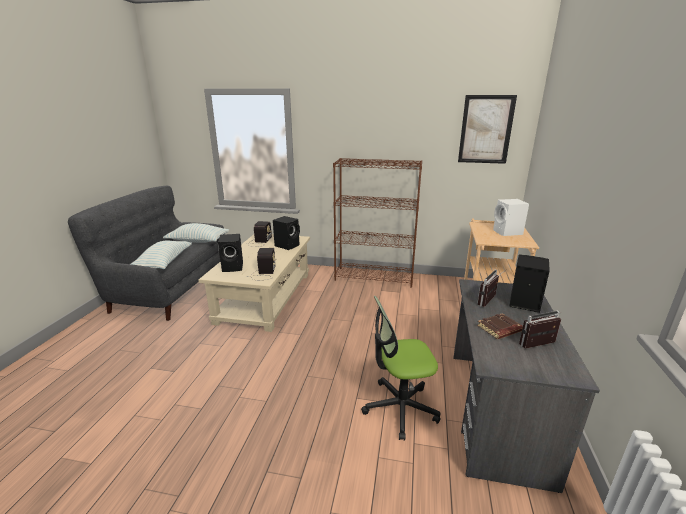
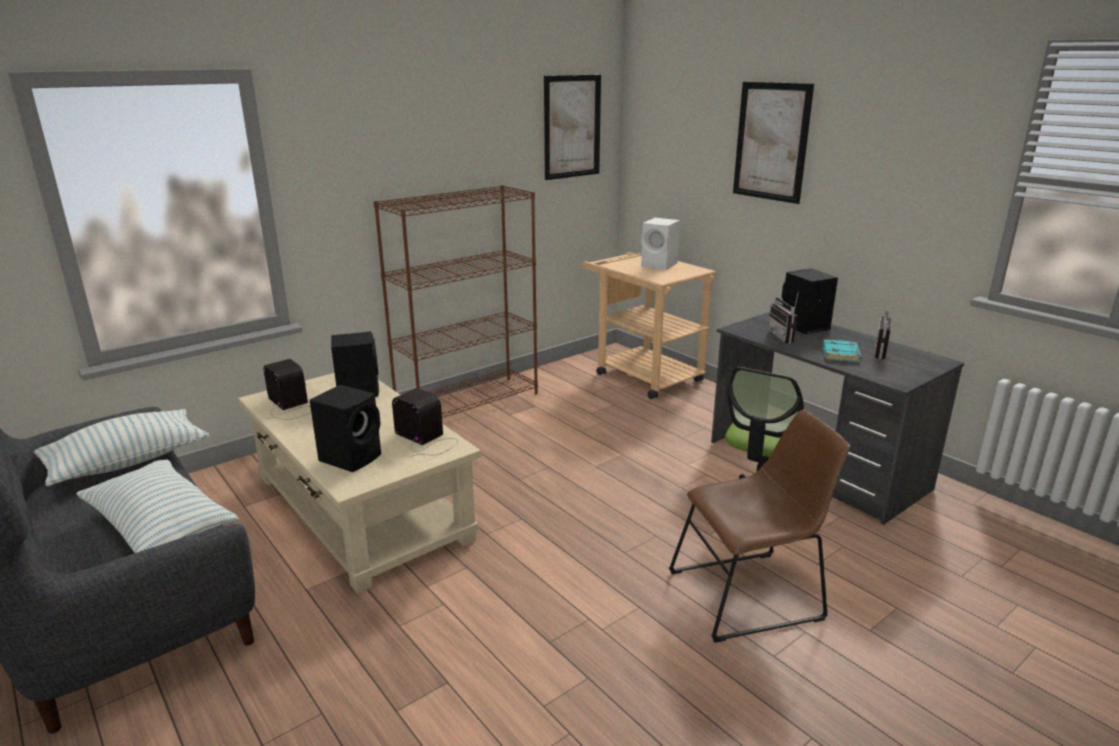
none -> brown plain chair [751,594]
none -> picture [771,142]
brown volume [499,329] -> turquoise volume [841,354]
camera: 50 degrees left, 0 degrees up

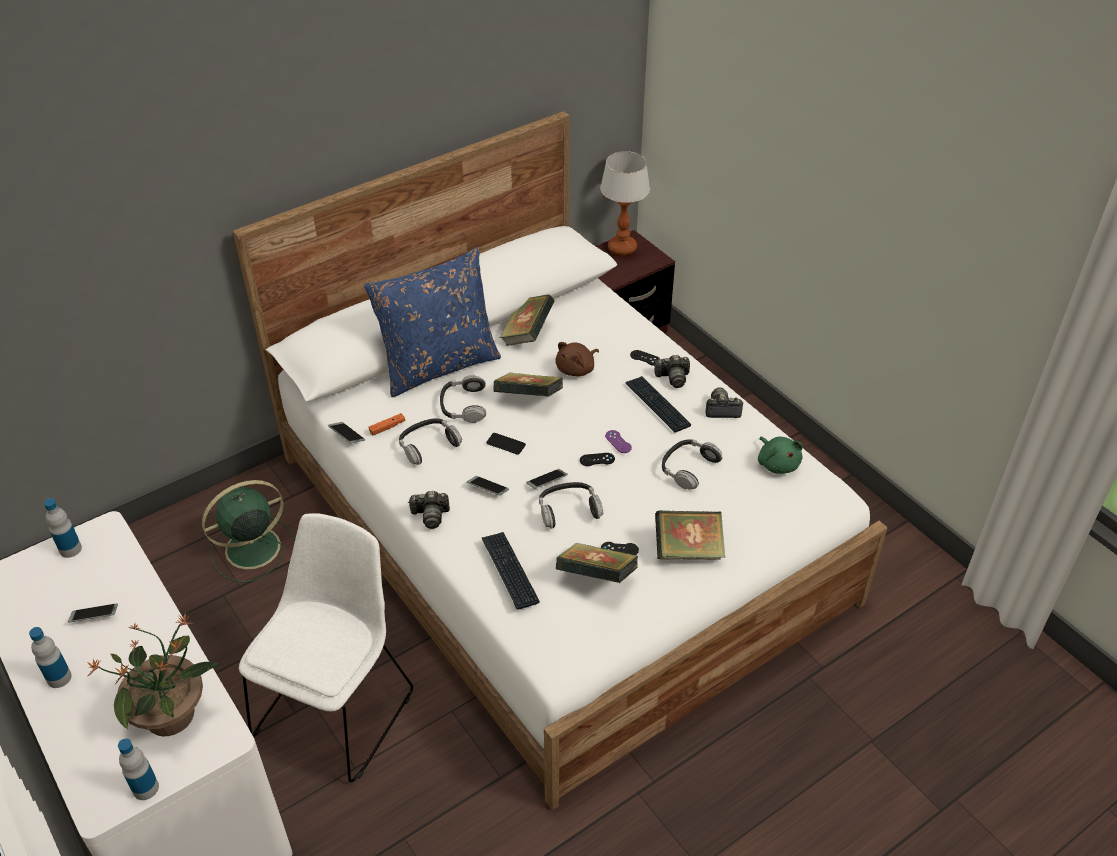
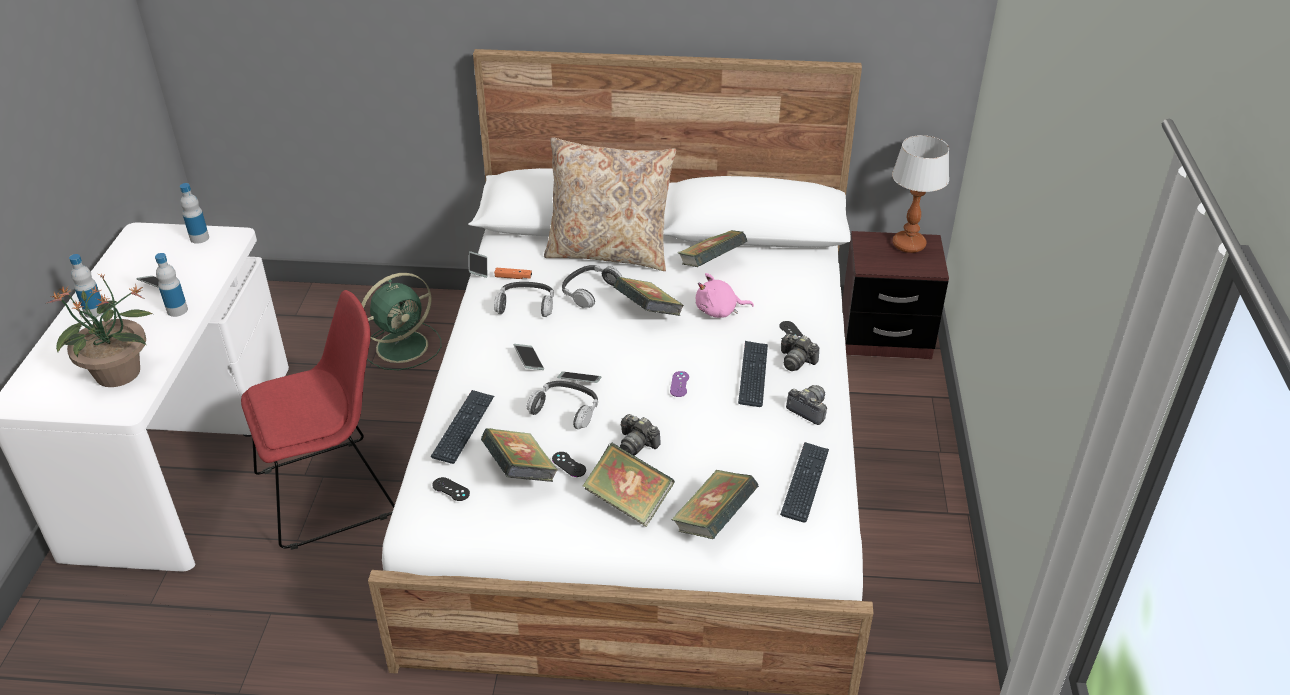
bottle [145,788] -> bottle [177,310], relocated
white-coloured plain chair [336,709] -> red plain chair [332,491]
greenish fan [250,549] -> greenish fan [404,345], 135 degrees clockwise
black-coloured joypad [597,459] -> black-coloured joypad [451,489], relocated
blue-coloured pillow [438,365] -> sand-coloured pillow [609,252]
photo camera [430,515] -> photo camera [637,444], relocated
none -> volume [713,521]
brown plush toy [577,369] -> pinkish plush toy [719,311]
greenish plush toy [777,463] -> PC keyboard [805,482]
phone [506,444] -> none
pair of headphones [688,468] -> none
camera: 40 degrees right, 5 degrees down

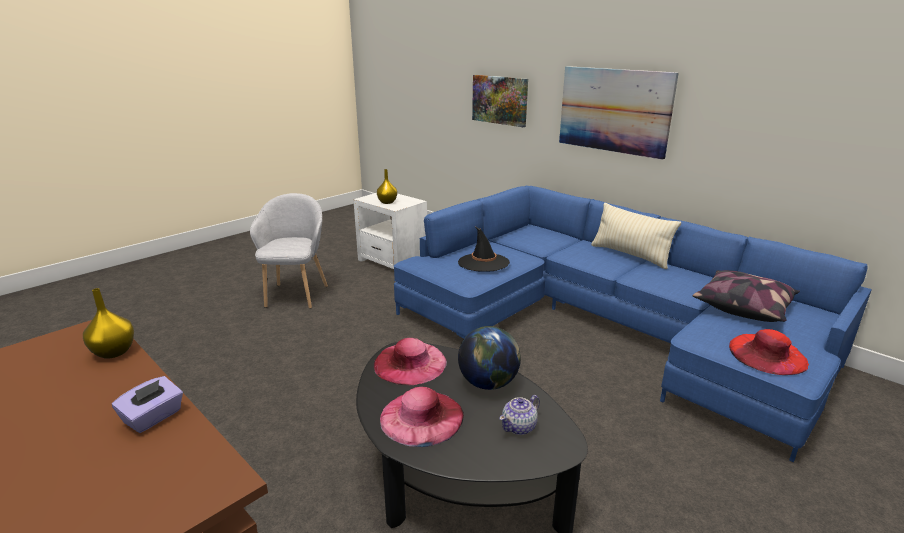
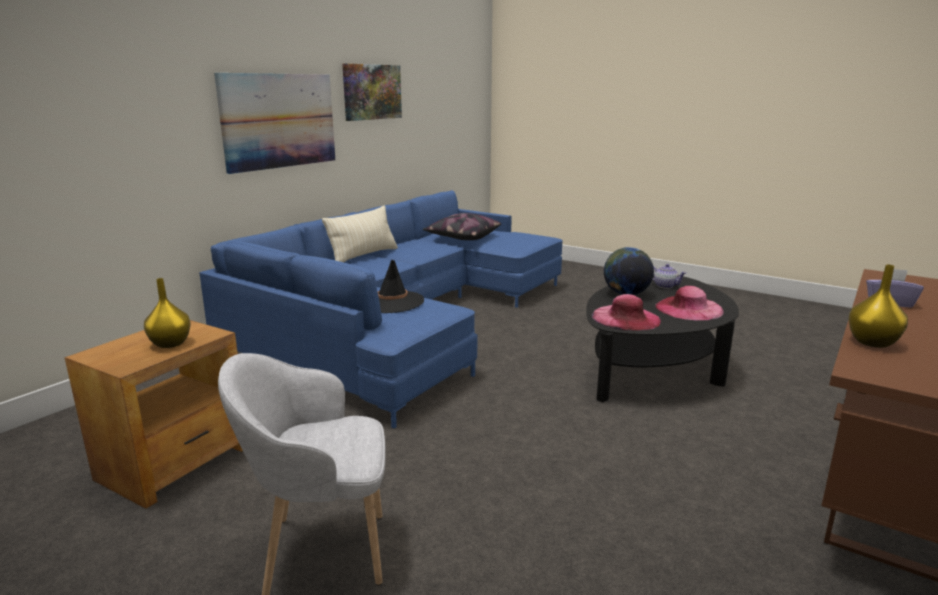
white-coloured end table [392,261] -> brown end table [176,462]
picture [500,100] -> picture [372,92], relocated
red wearable hat [767,354] -> none
camera: 100 degrees left, 5 degrees down

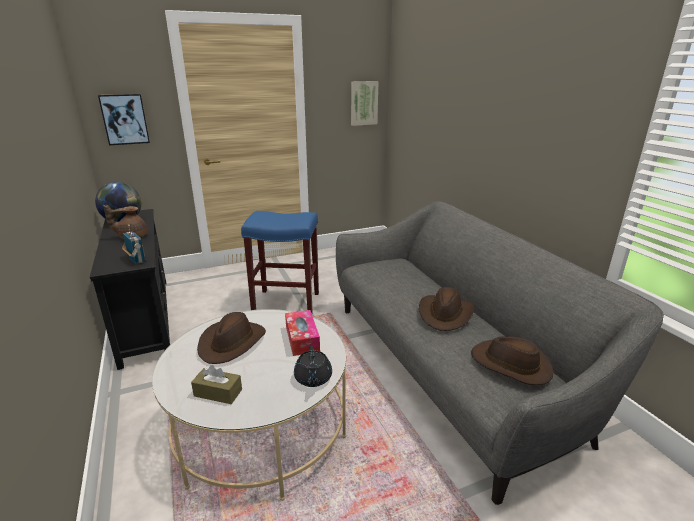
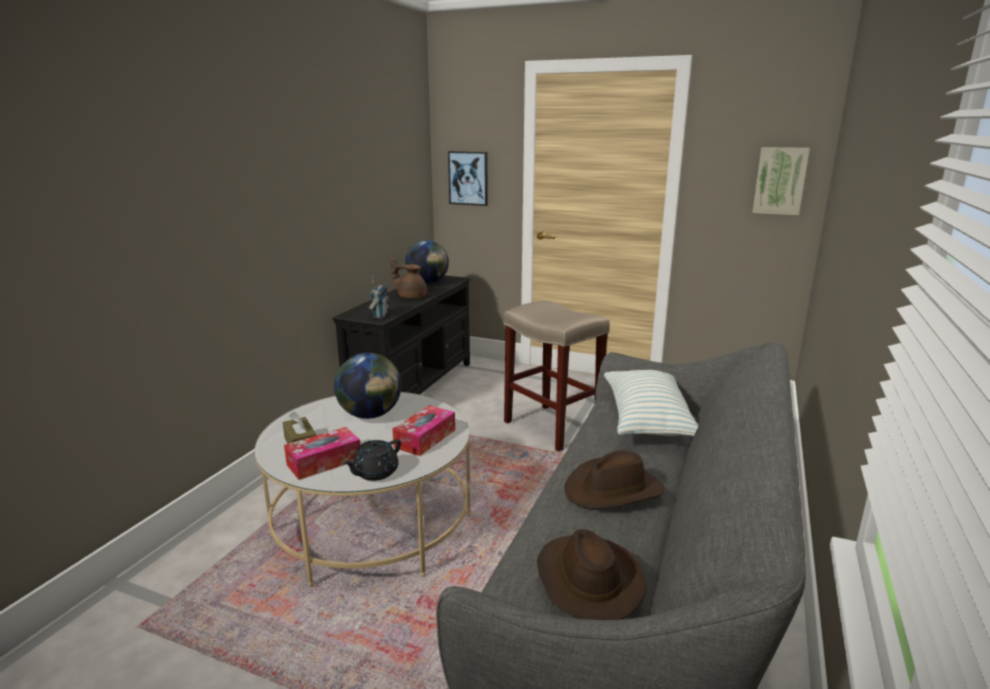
none -> tissue holder [324,462]
brown wearable hat [232,343] -> globe [370,415]
blue-coloured stool seat [287,302] -> sand-coloured stool seat [553,427]
none -> pillow [647,420]
camera: 45 degrees right, 5 degrees down

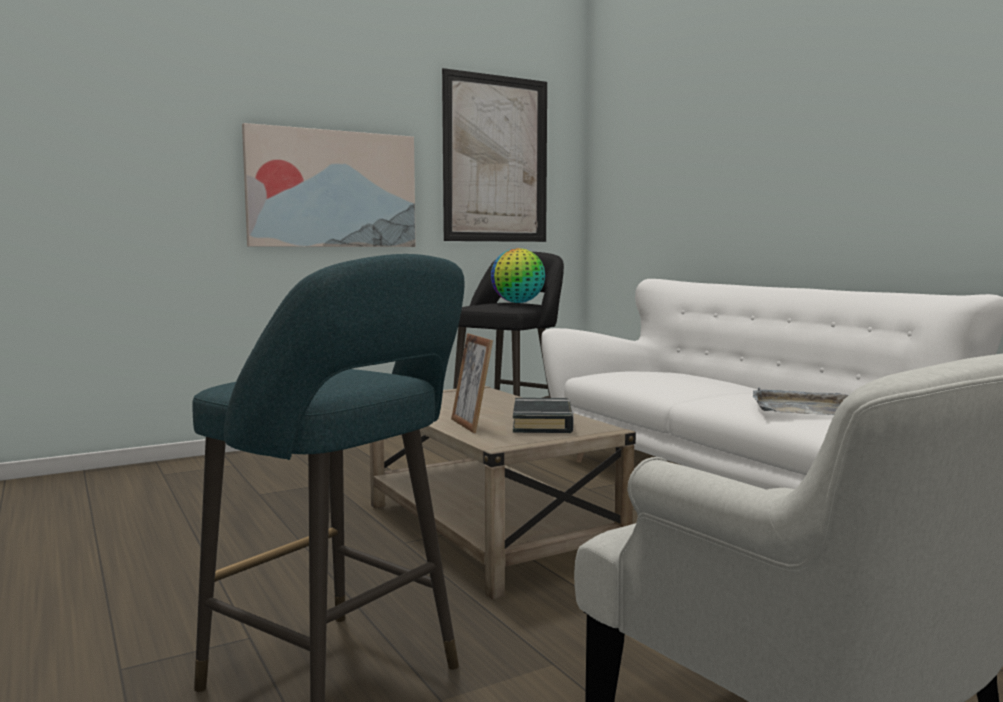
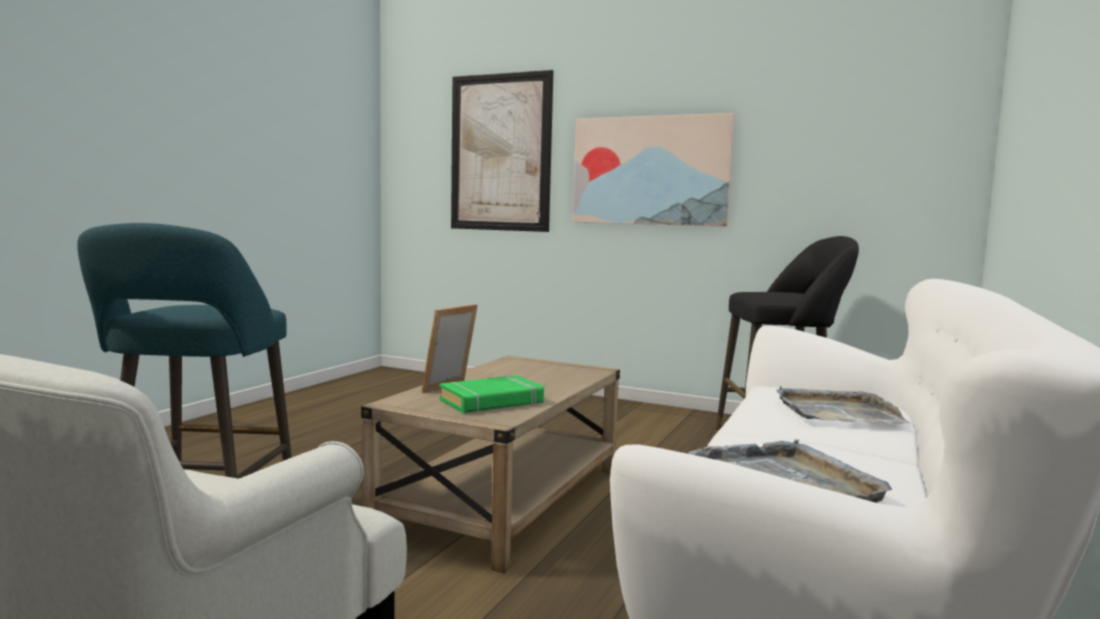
black-coloured volume [542,423] -> greenish volume [492,402]
picture [496,159] -> picture [500,153], relocated
none -> grey tray [836,412]
globe [518,303] -> none
camera: 55 degrees right, 0 degrees up

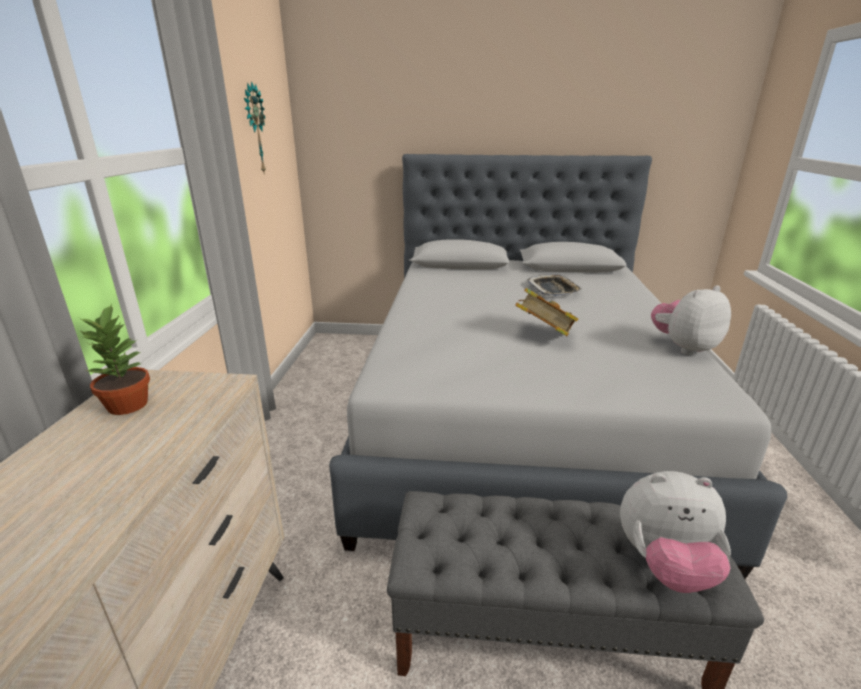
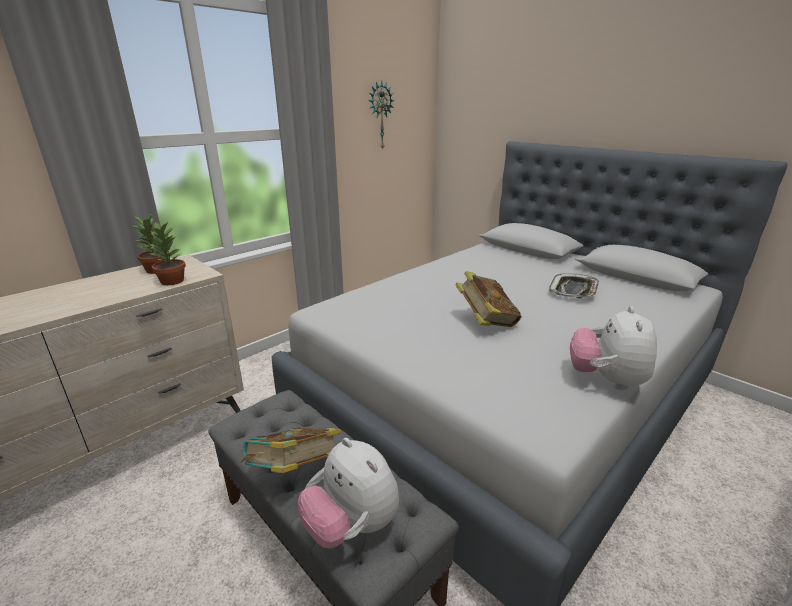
none -> potted plant [172,281]
none -> volume [295,472]
plush toy [683,347] -> plush toy [606,380], 90 degrees counterclockwise
camera: 40 degrees right, 0 degrees up

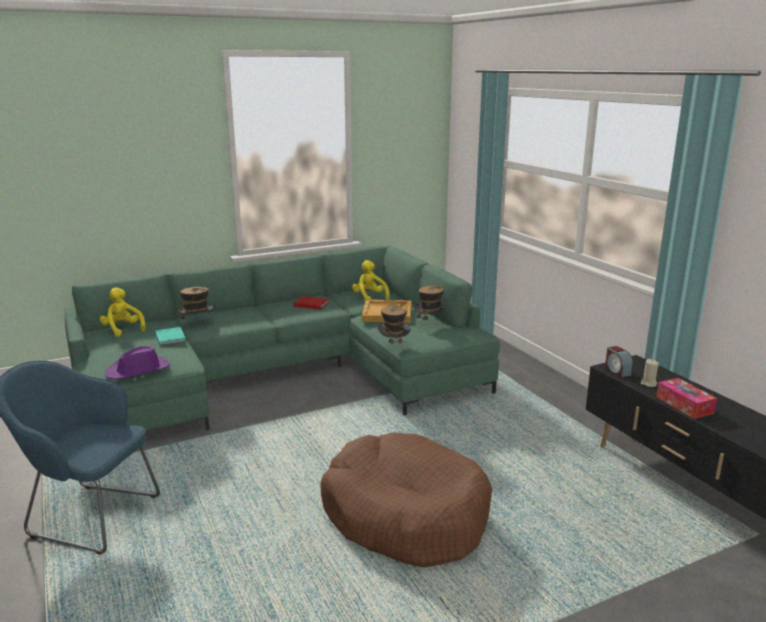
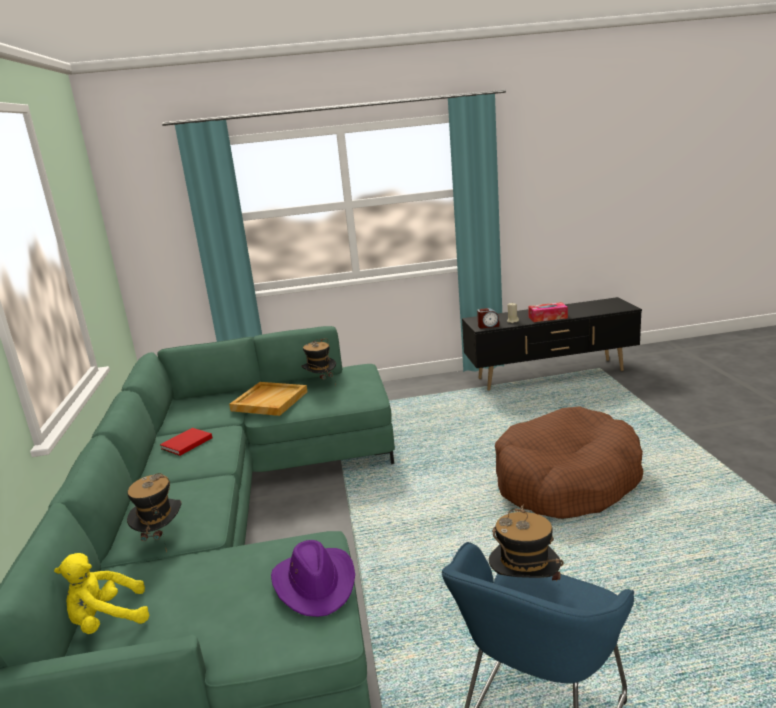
wearable hat [393,347] -> wearable hat [525,589], relocated
turquoise volume [171,337] -> none
yellowish plush toy [369,297] -> none
camera: 70 degrees left, 0 degrees up

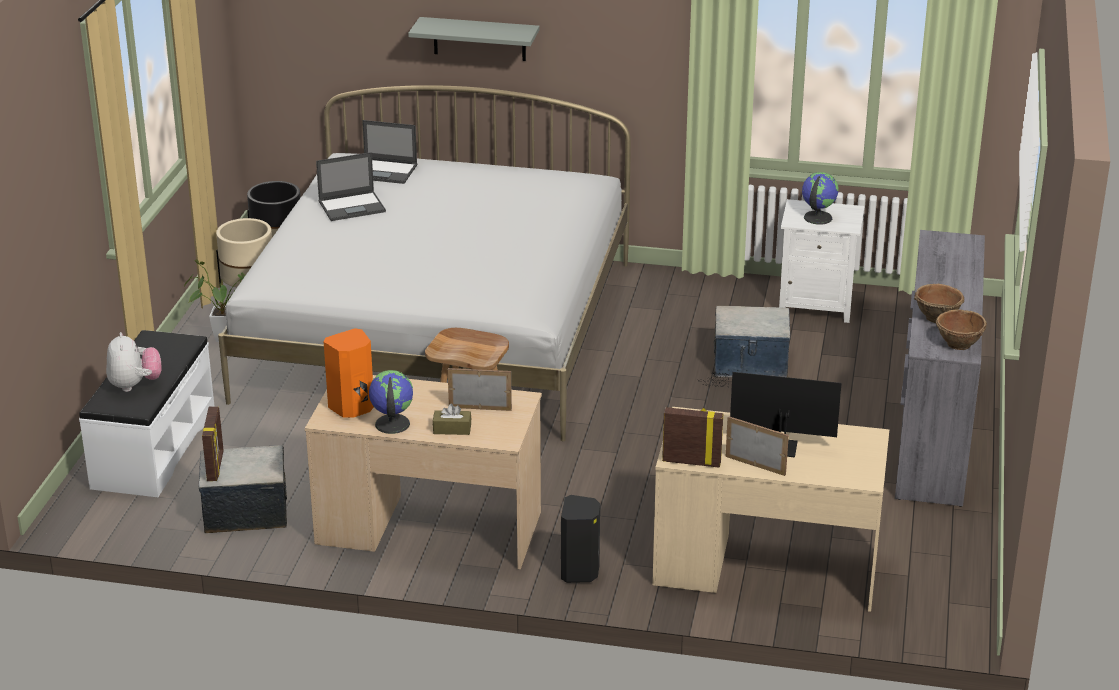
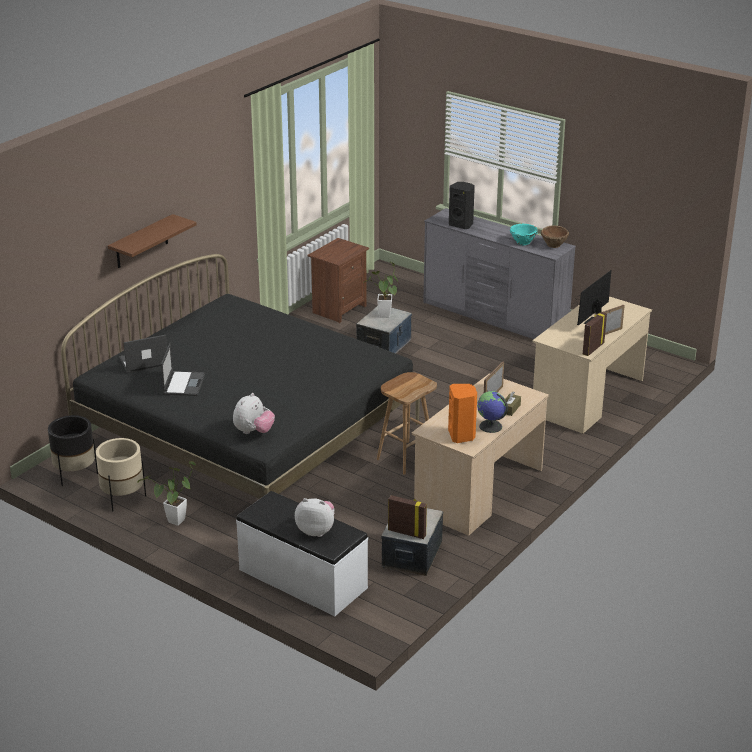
white-coloured bed [439,330] -> black-coloured bed [248,435]
grey wall shelf [479,39] -> brown wall shelf [141,242]
laptop [385,171] -> laptop [143,361], 150 degrees counterclockwise
none -> plush toy [253,432]
white-coloured bedside table [816,305] -> brown bedside table [338,309]
none -> potted plant [384,317]
black-coloured audio speaker [580,572] -> black-coloured audio speaker [461,224], relocated
brown serving bowl [936,317] -> turquoise serving bowl [522,242]
globe [817,217] -> none
camera: 65 degrees left, 0 degrees up

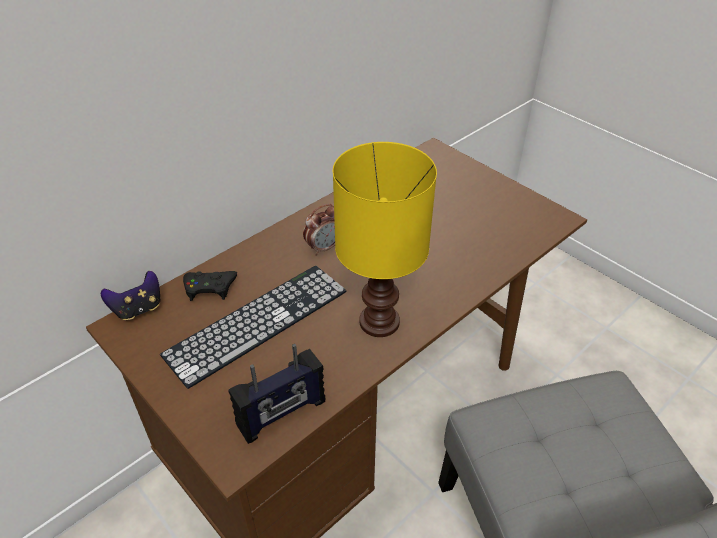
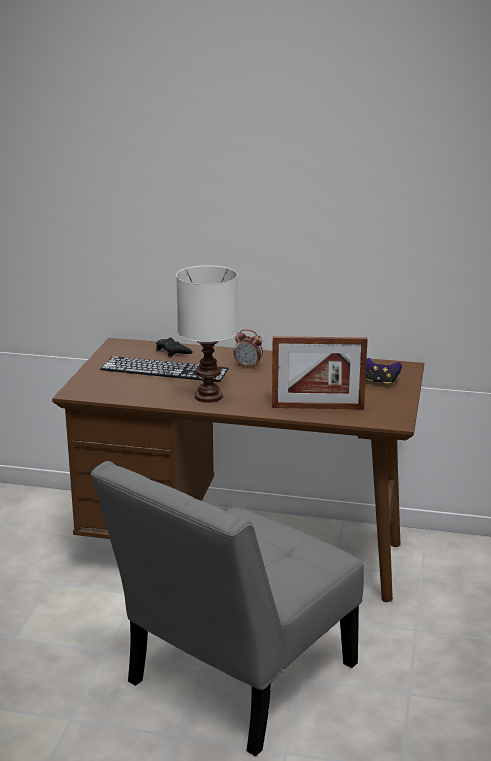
yellowish table lamp [381,322] -> white-coloured table lamp [209,397]
none -> picture frame [317,407]
joypad [138,309] -> joypad [380,382], relocated
radio [282,414] -> none
camera: 55 degrees right, 20 degrees down

